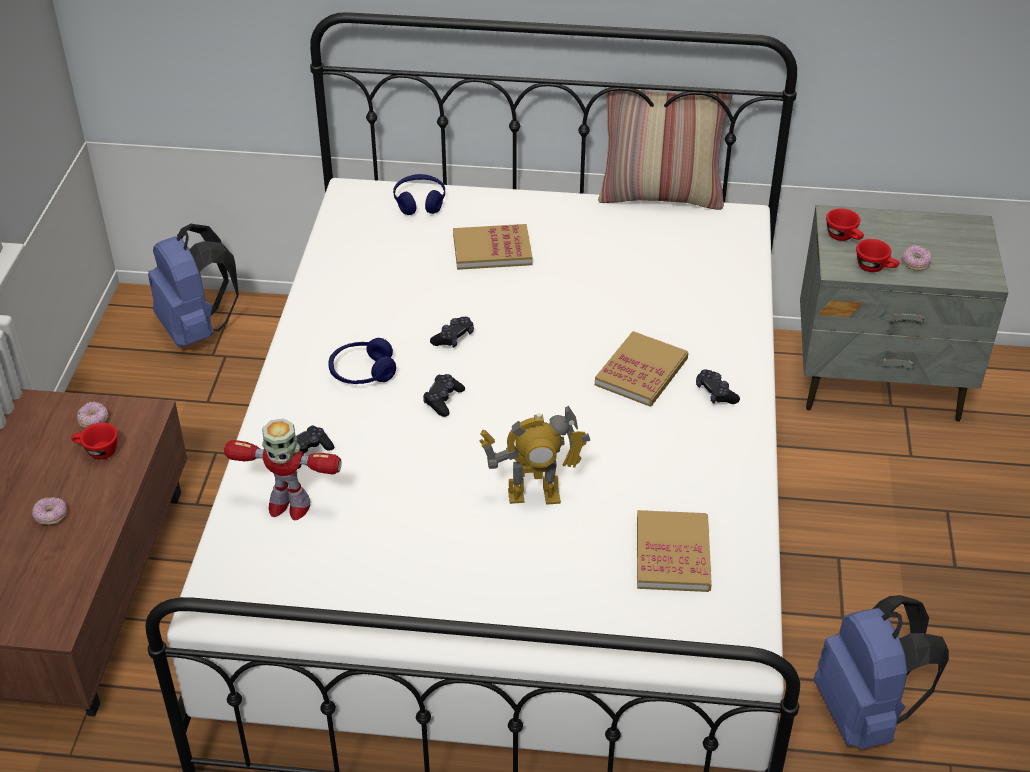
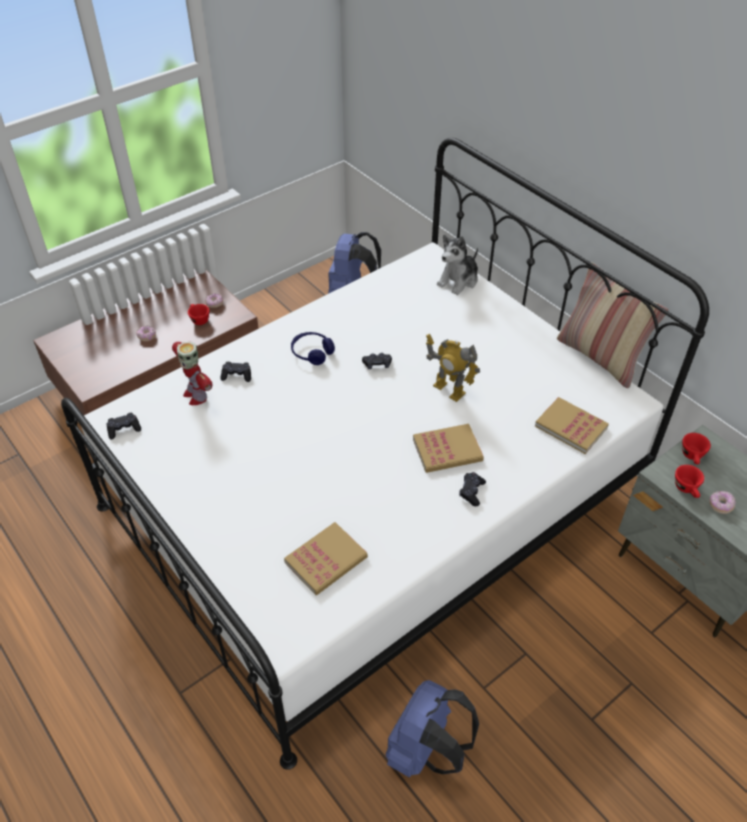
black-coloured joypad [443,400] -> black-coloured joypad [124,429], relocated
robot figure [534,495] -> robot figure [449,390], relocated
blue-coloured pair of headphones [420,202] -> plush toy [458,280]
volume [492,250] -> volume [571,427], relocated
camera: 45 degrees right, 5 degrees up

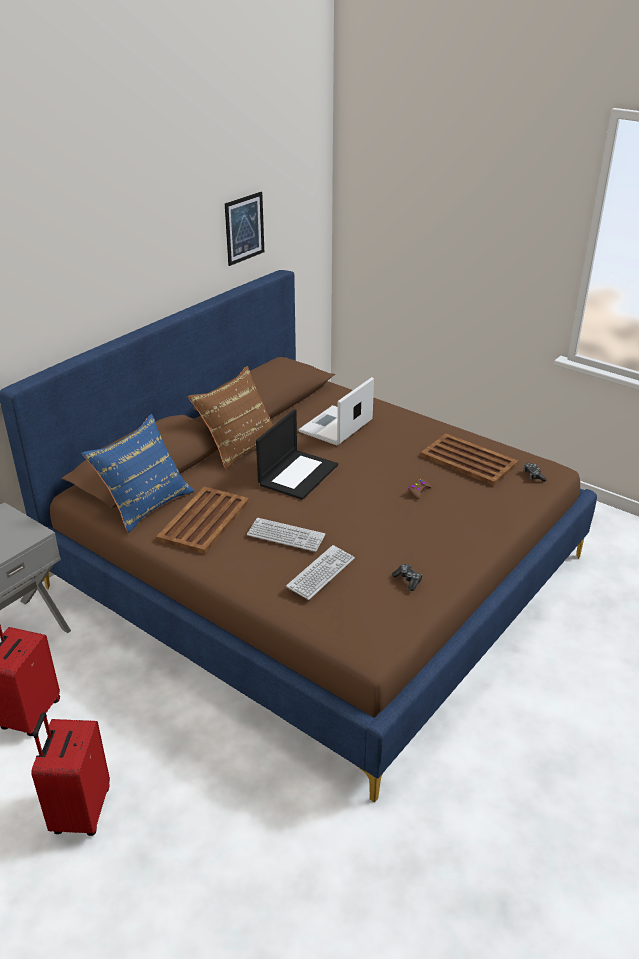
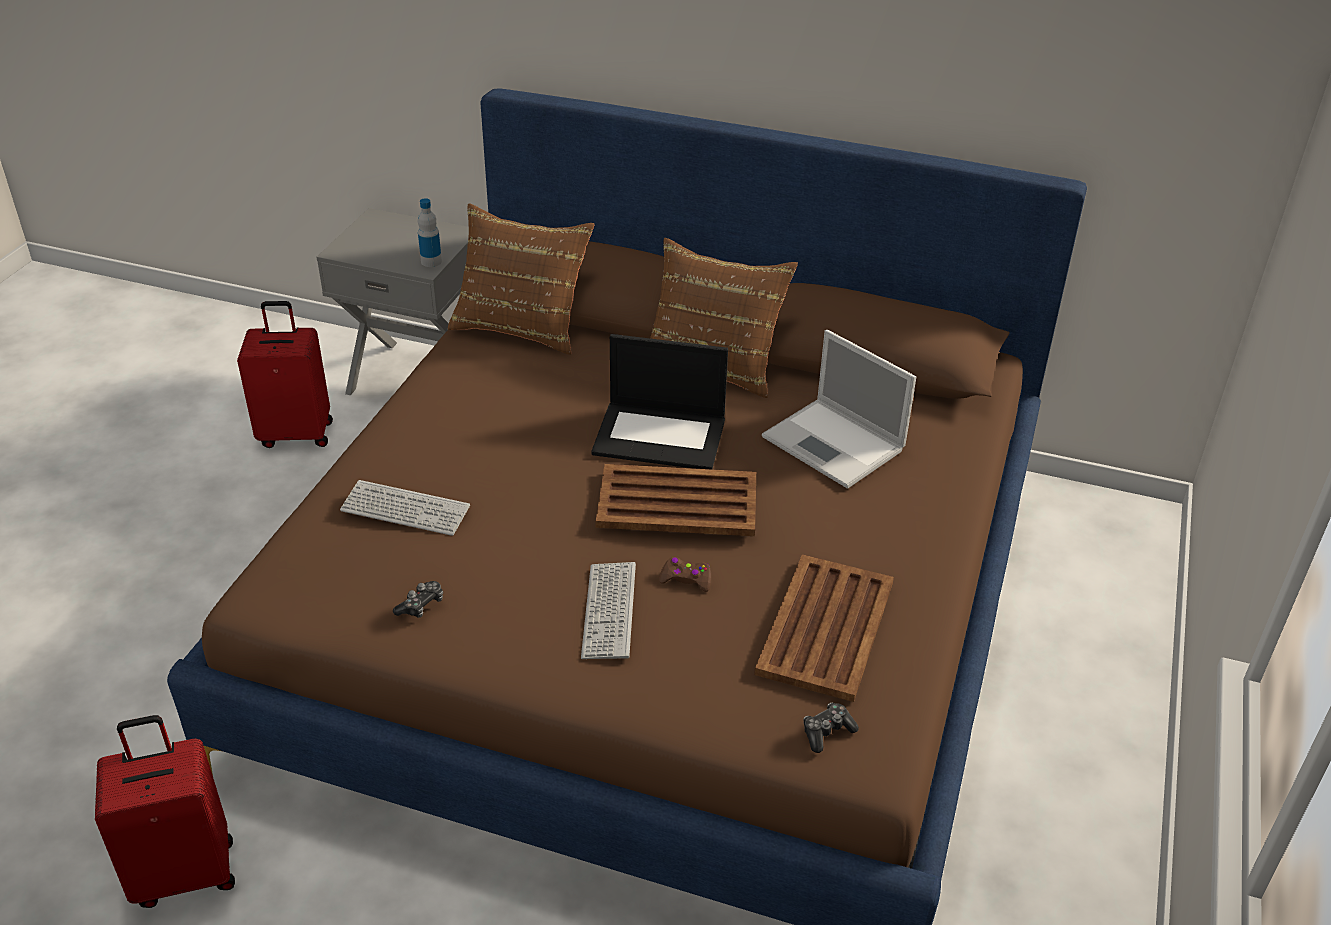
red piece of luggage [80,811] -> red piece of luggage [185,872], relocated
none -> bottle [431,261]
blue-coloured pillow [145,503] -> brown pillow [522,325]
PC keyboard [286,536] -> PC keyboard [609,612], relocated
brown tray [203,521] -> brown tray [675,502], relocated
laptop [335,427] -> laptop [835,444], 150 degrees counterclockwise
picture [244,228] -> none
camera: 70 degrees right, 5 degrees up

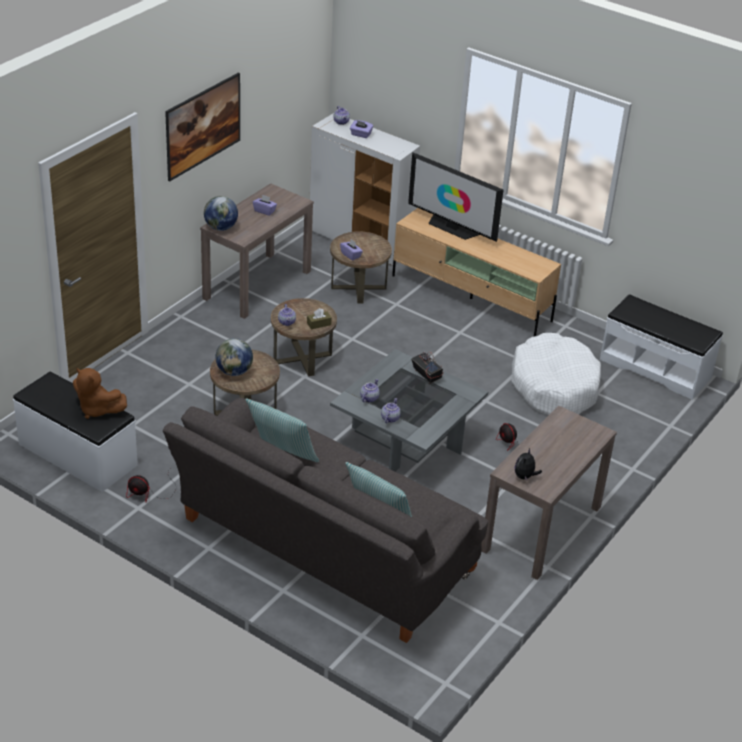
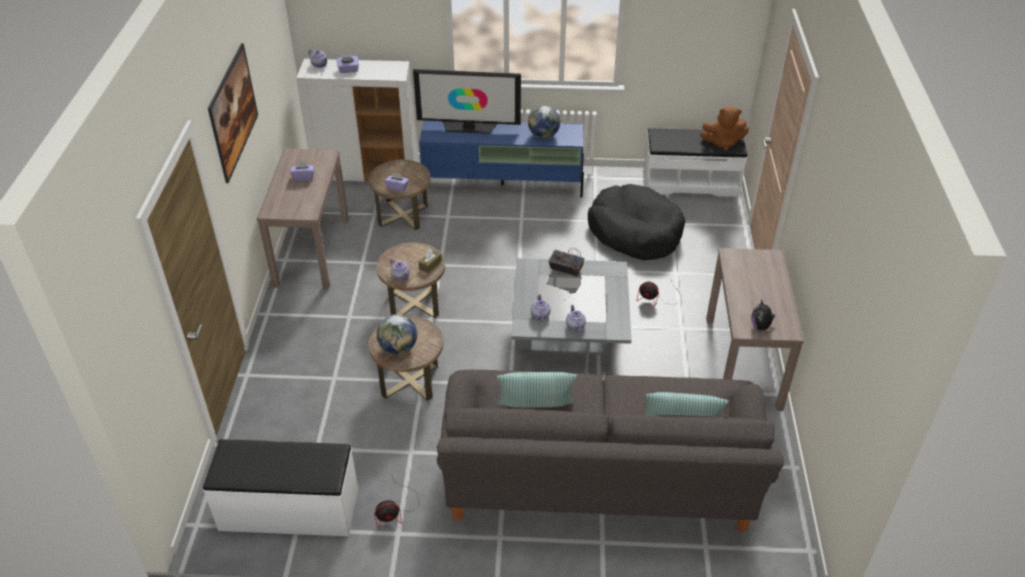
sand-coloured media console [471,299] -> blue-coloured media console [503,185]
globe [220,228] -> globe [543,136], relocated
white-coloured pet bed [554,386] -> black-coloured pet bed [635,232]
brown plush toy [97,409] -> brown plush toy [722,142], relocated
camera: 30 degrees left, 5 degrees up

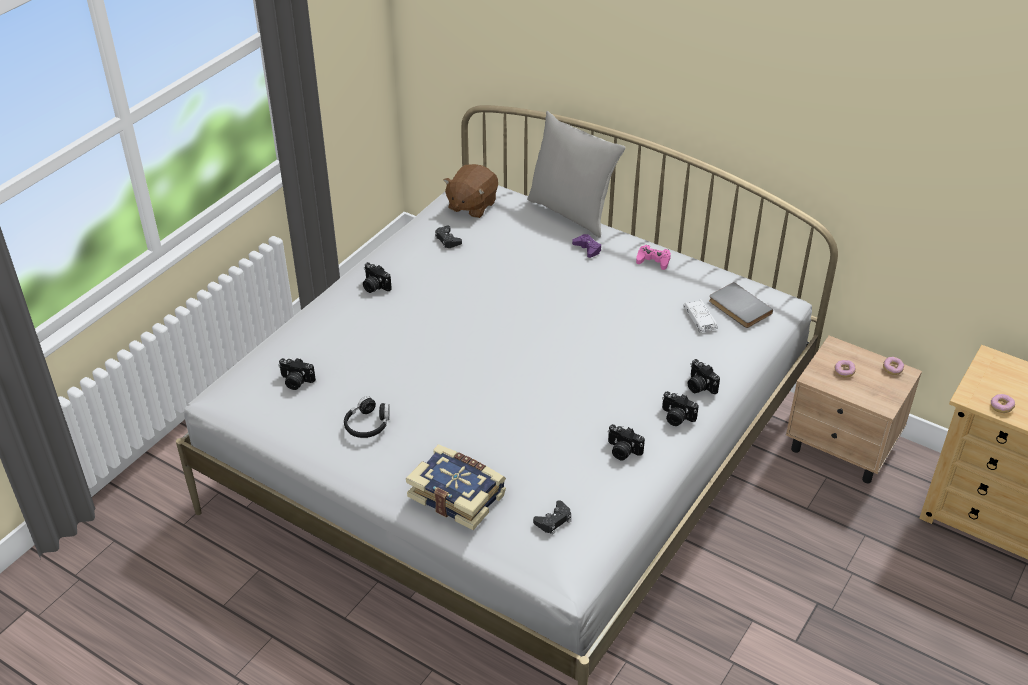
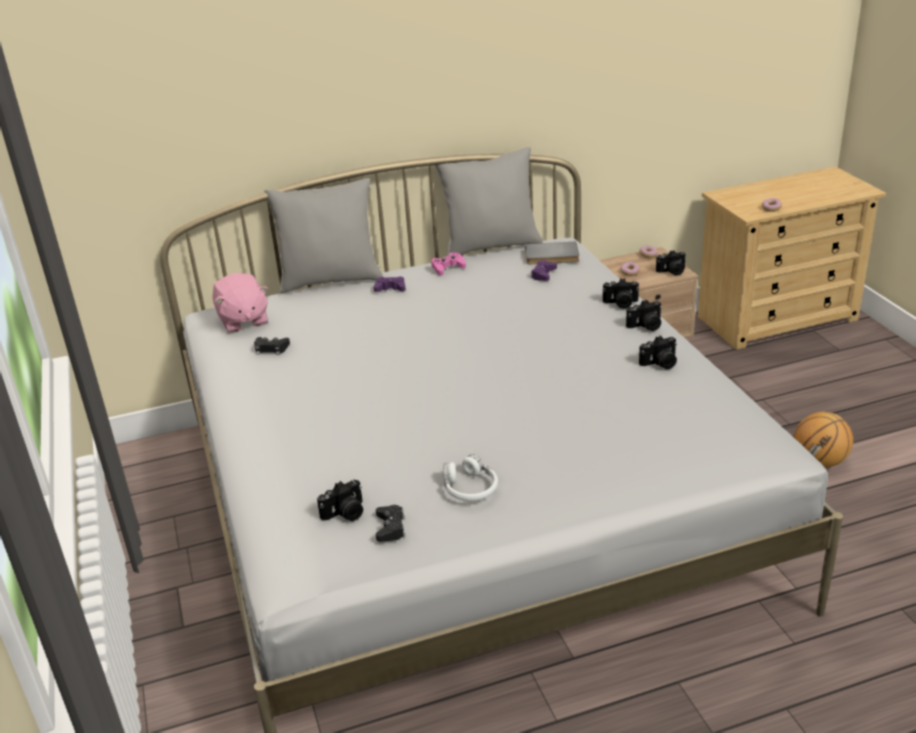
brown plush toy [471,205] -> pinkish plush toy [243,321]
black-coloured joypad [553,521] -> black-coloured joypad [390,527], relocated
none -> grey pillow [491,246]
black-coloured pair of headphones [368,424] -> white-coloured pair of headphones [469,488]
white-coloured toy car [700,318] -> purple joypad [543,274]
photo camera [374,286] -> photo camera [672,272], relocated
none -> ball for basketball [820,461]
volume [458,495] -> none
camera: 50 degrees left, 10 degrees down

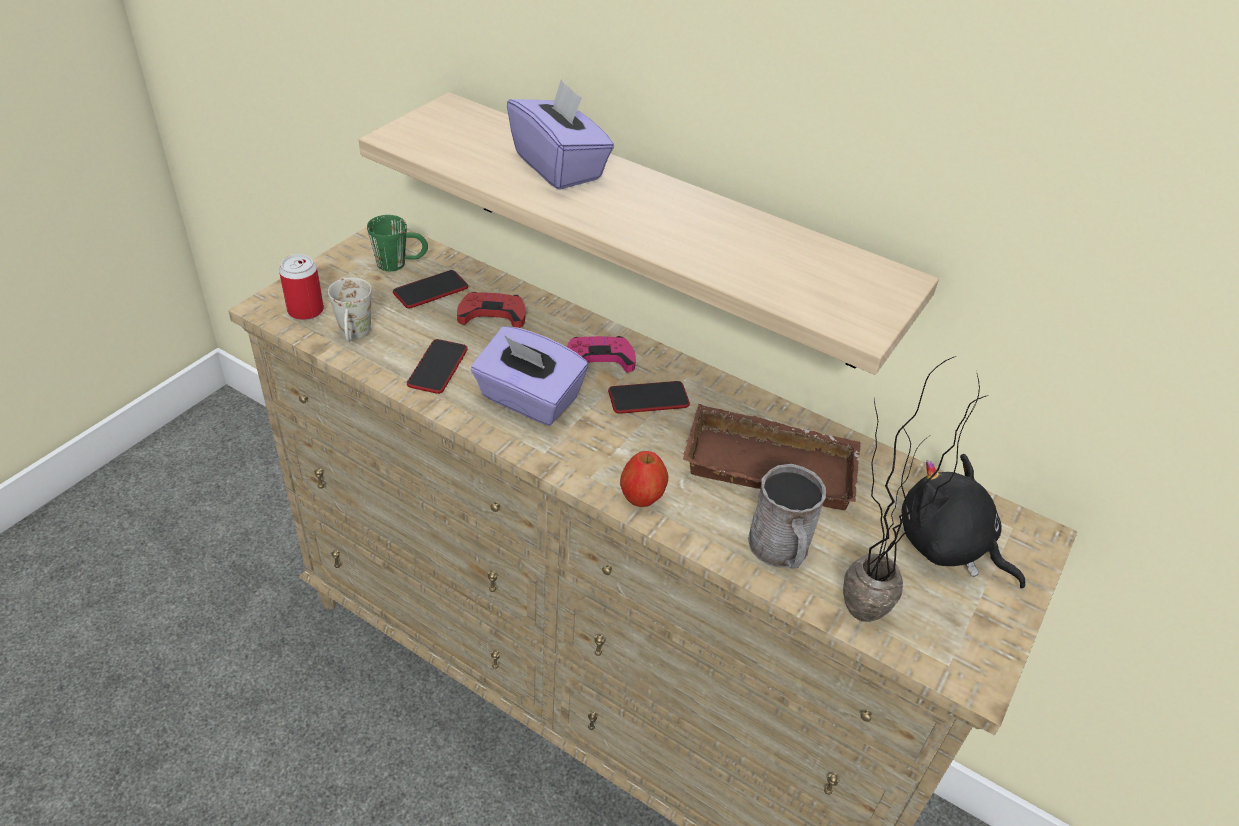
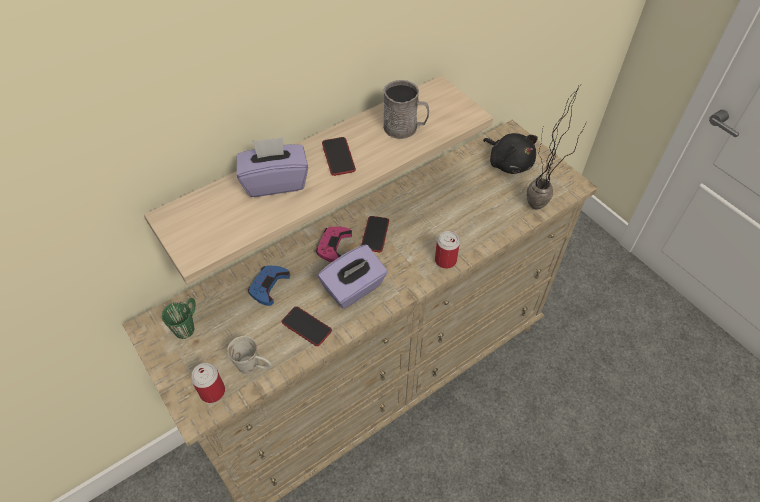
red joypad [492,314] -> blue-coloured joypad [268,286]
phone [430,290] -> phone [338,157], relocated
grey coffee mug [781,551] -> grey coffee mug [405,128], relocated
apple [642,497] -> can [445,260]
black-coloured plush toy [947,546] -> black-coloured plush toy [509,163], 105 degrees counterclockwise
brown tray [772,464] -> none
camera: 65 degrees left, 10 degrees up

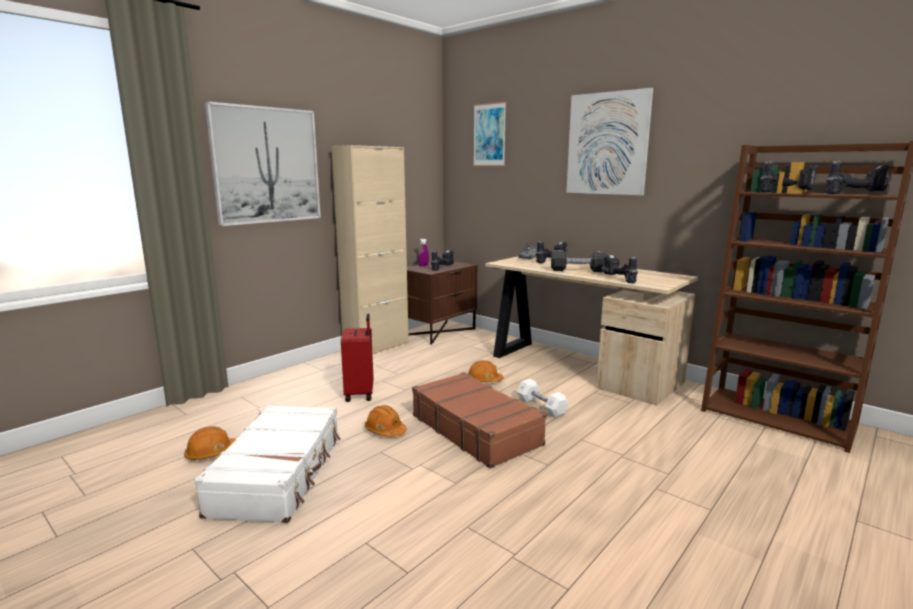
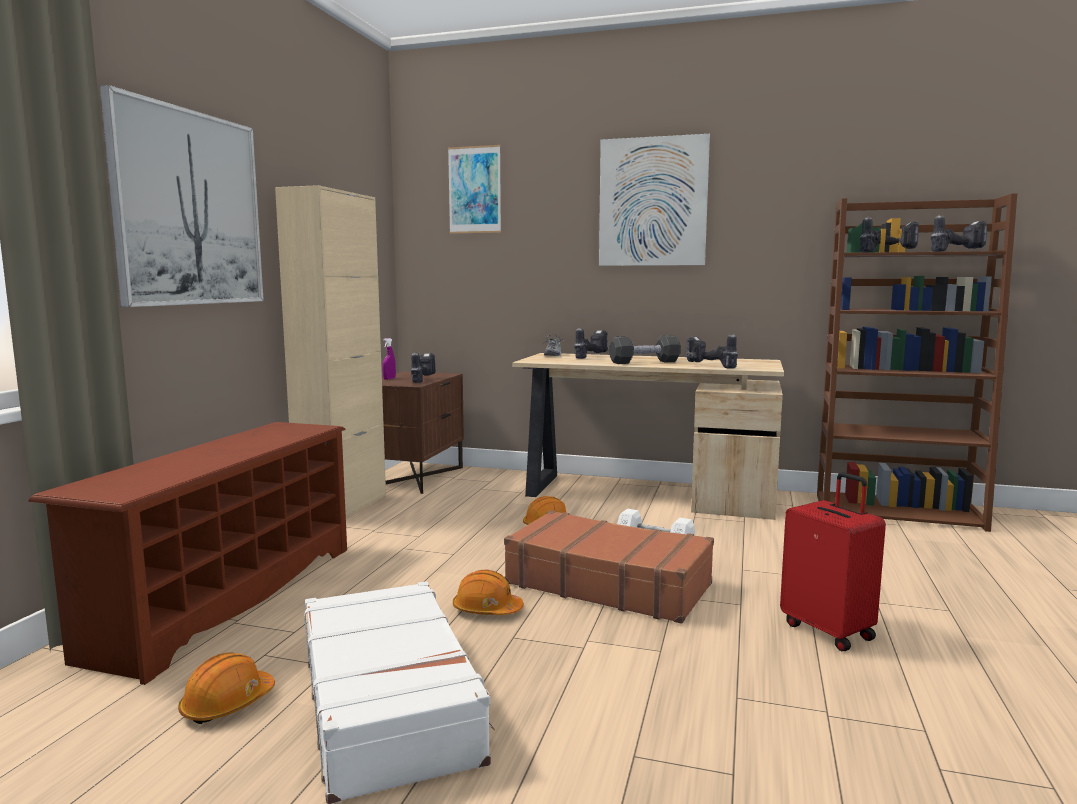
none -> brown shoe shelf [227,597]
red piece of luggage [360,394] -> red piece of luggage [829,630], relocated
camera: 25 degrees left, 5 degrees down

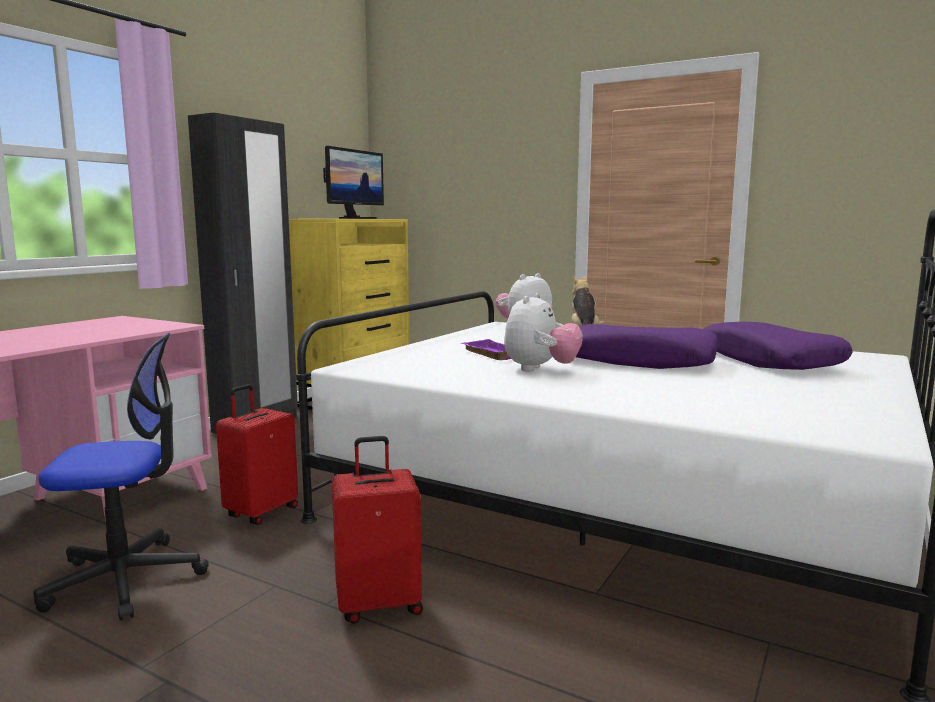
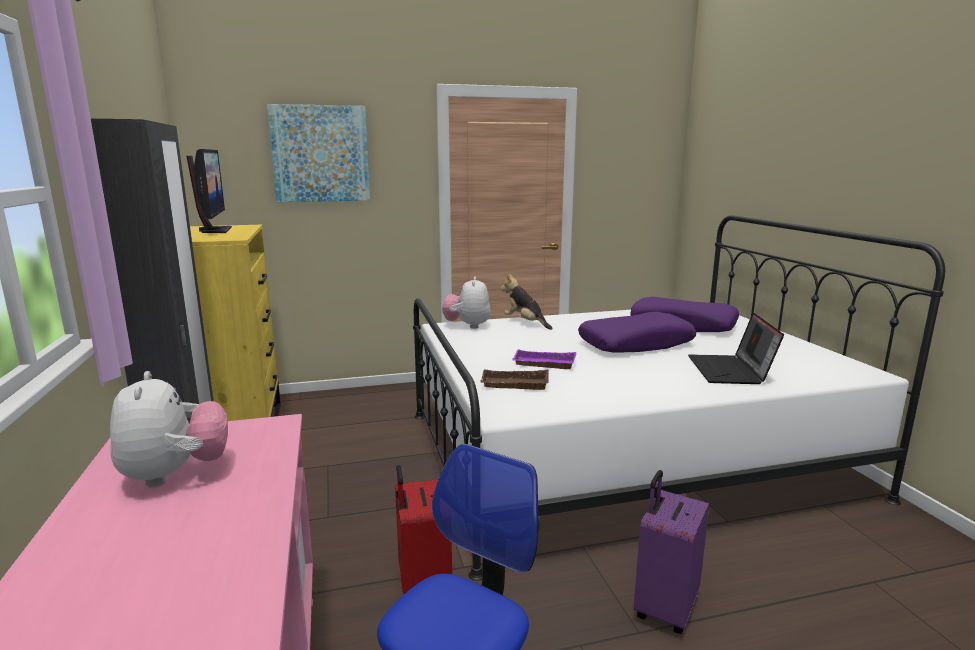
plush toy [540,369] -> plush toy [175,474], relocated
none -> picture [320,154]
none -> brown tray [513,385]
red piece of luggage [379,604] -> purple piece of luggage [664,608]
none -> laptop [731,371]
camera: 45 degrees left, 5 degrees up

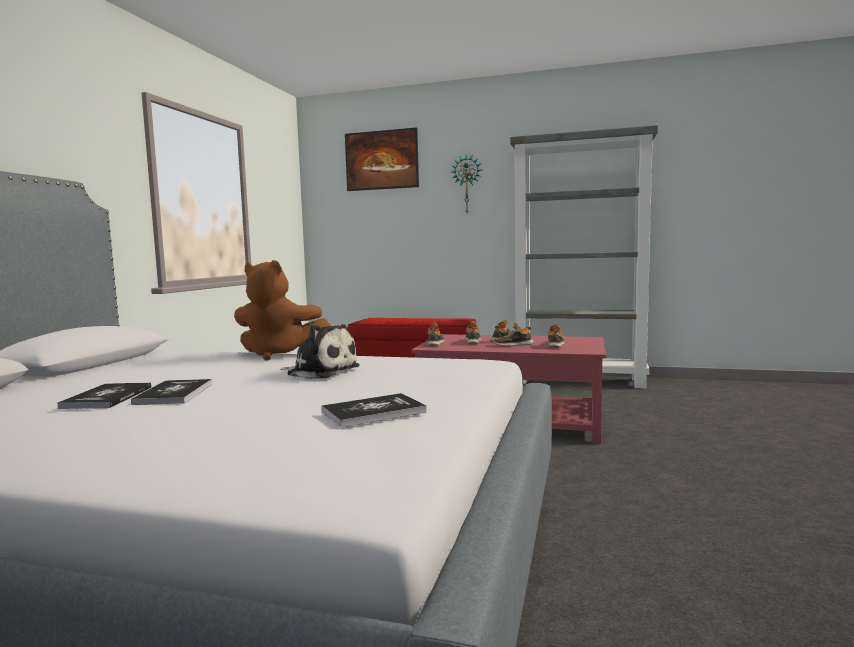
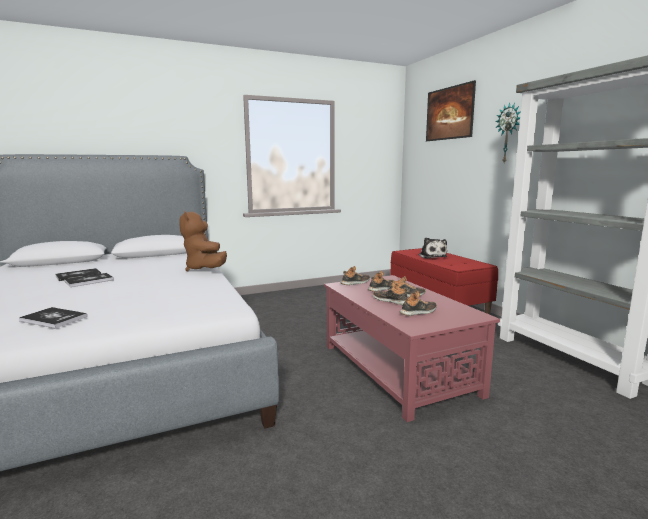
plush toy [320,372] -> plush toy [432,256], relocated
camera: 50 degrees right, 5 degrees up

